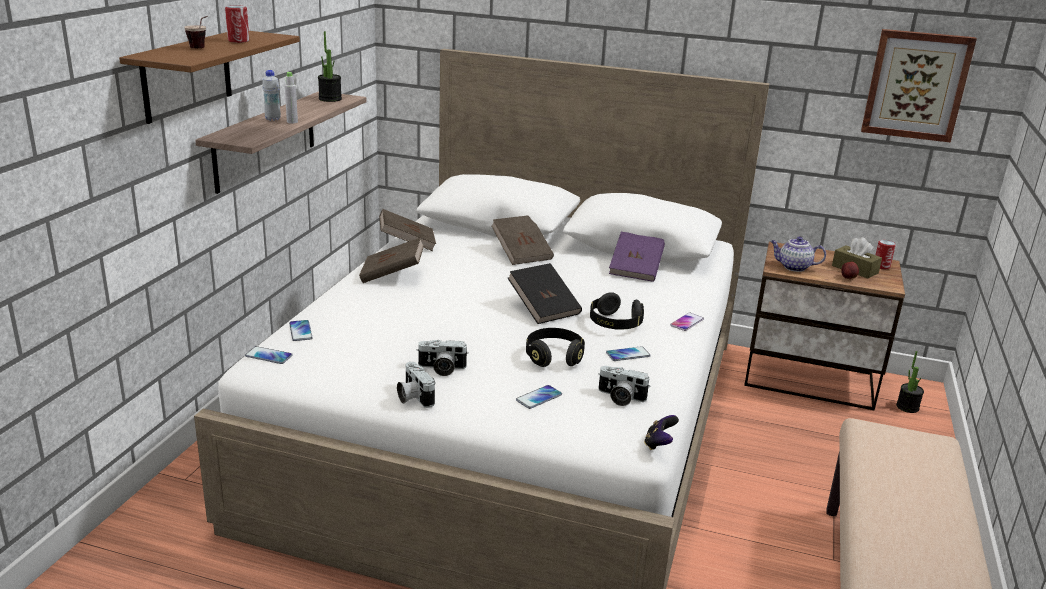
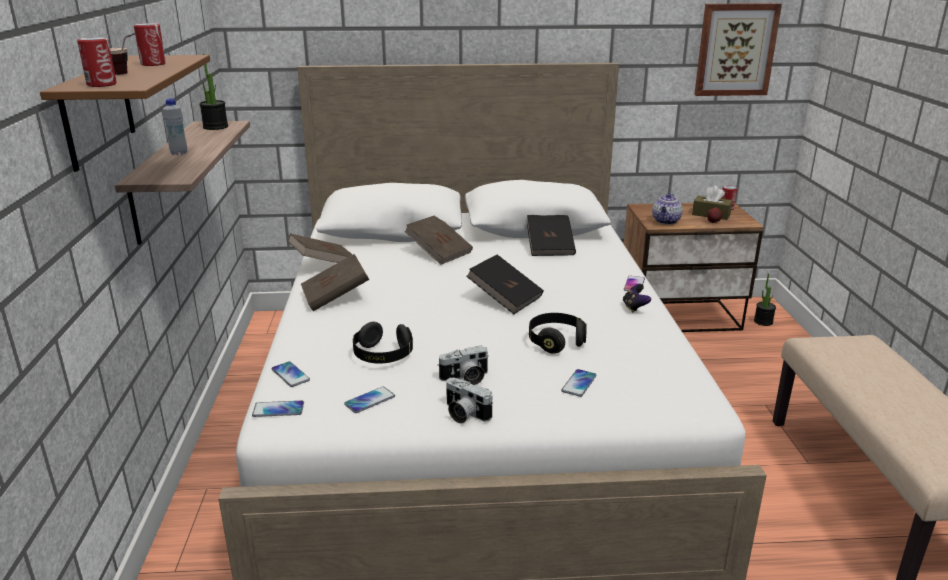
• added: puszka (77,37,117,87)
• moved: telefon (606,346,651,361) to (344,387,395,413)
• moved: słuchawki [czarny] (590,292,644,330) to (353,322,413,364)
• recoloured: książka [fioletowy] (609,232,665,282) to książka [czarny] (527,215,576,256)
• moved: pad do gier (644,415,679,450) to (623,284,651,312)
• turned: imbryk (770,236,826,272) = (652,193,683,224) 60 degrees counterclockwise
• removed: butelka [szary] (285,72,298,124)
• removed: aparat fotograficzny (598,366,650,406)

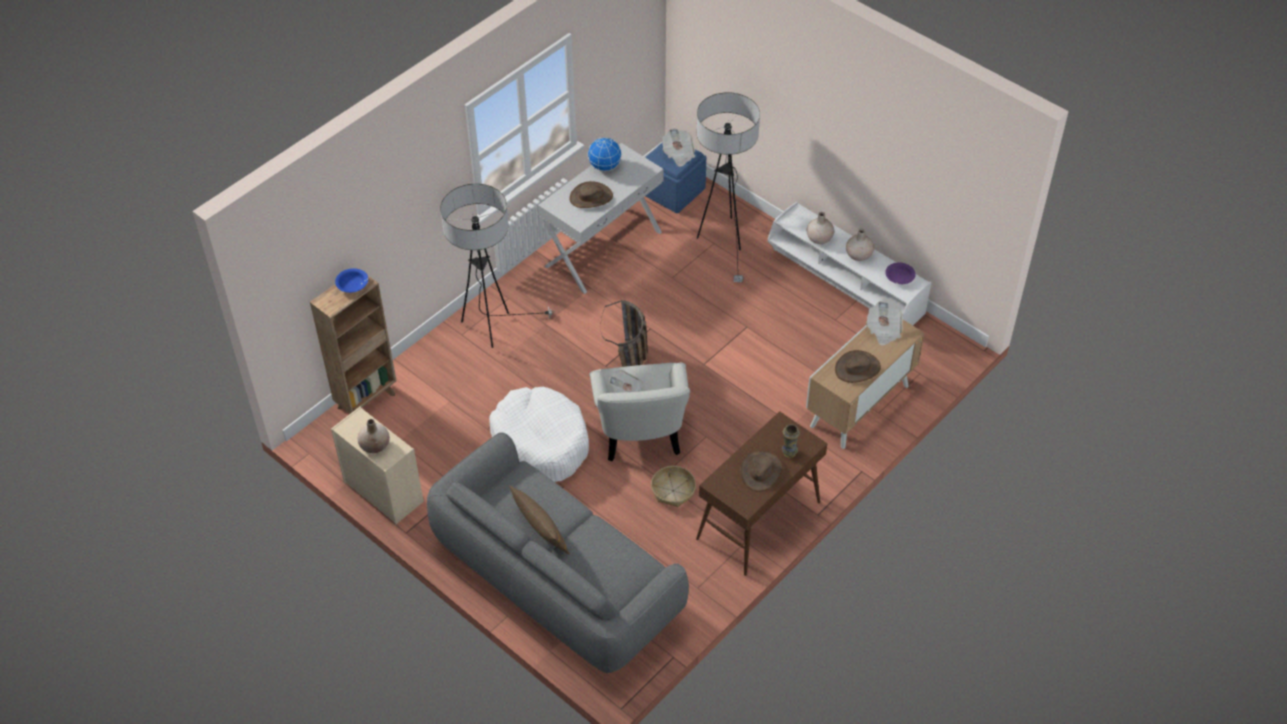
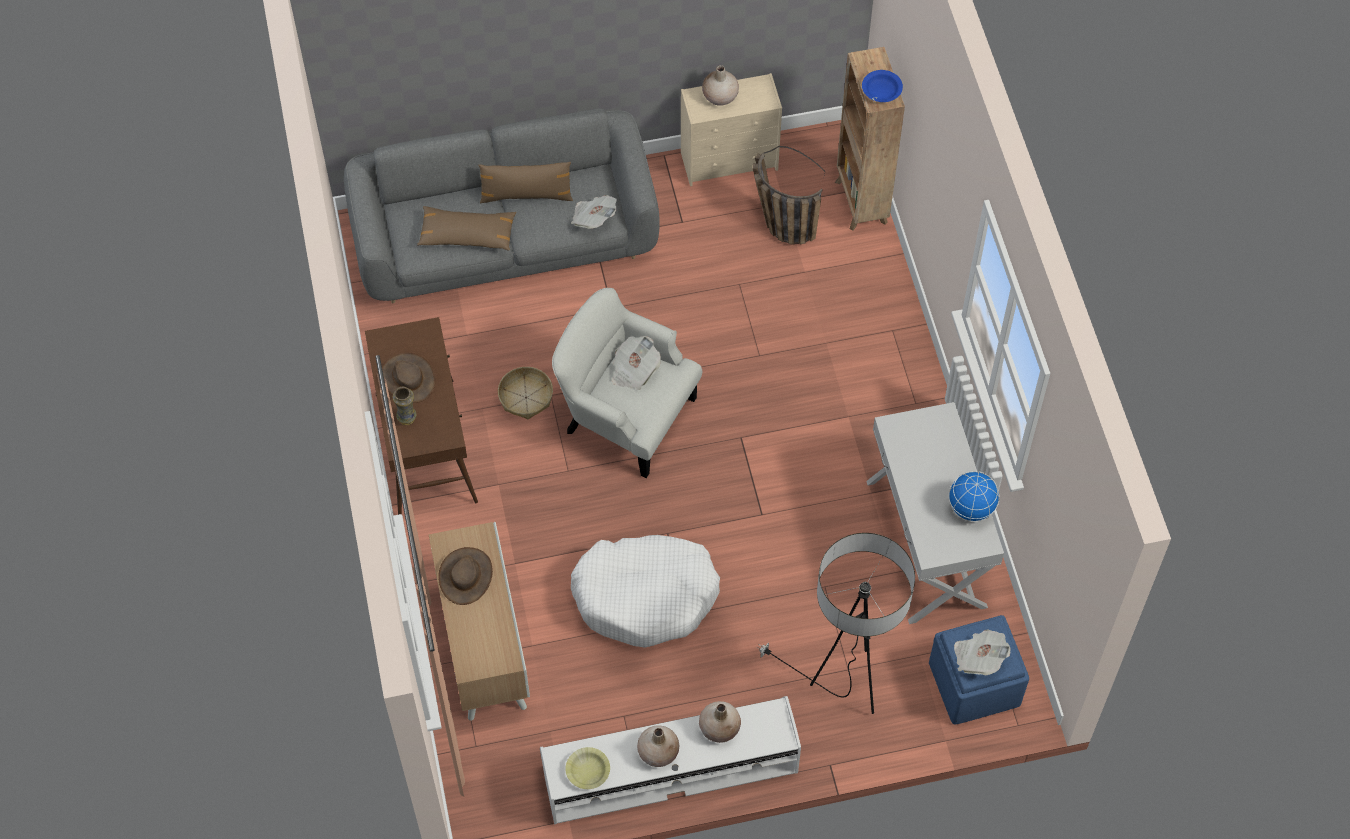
• added: poduszka [brązowy] (417,206,516,251)
• recoloured: miska [fioletowy] (885,262,916,284) to miska [żółty] (565,747,610,789)
• moved: gazeta (866,301,903,346) to (571,195,617,229)
• moved: legowisko [biały] (489,387,589,482) to (571,535,720,648)
• moved: koszyk (600,300,648,367) to (753,146,825,245)
• removed: lampa stojąca (440,184,553,348)
• removed: kapelusz [brązowy] (569,181,613,208)

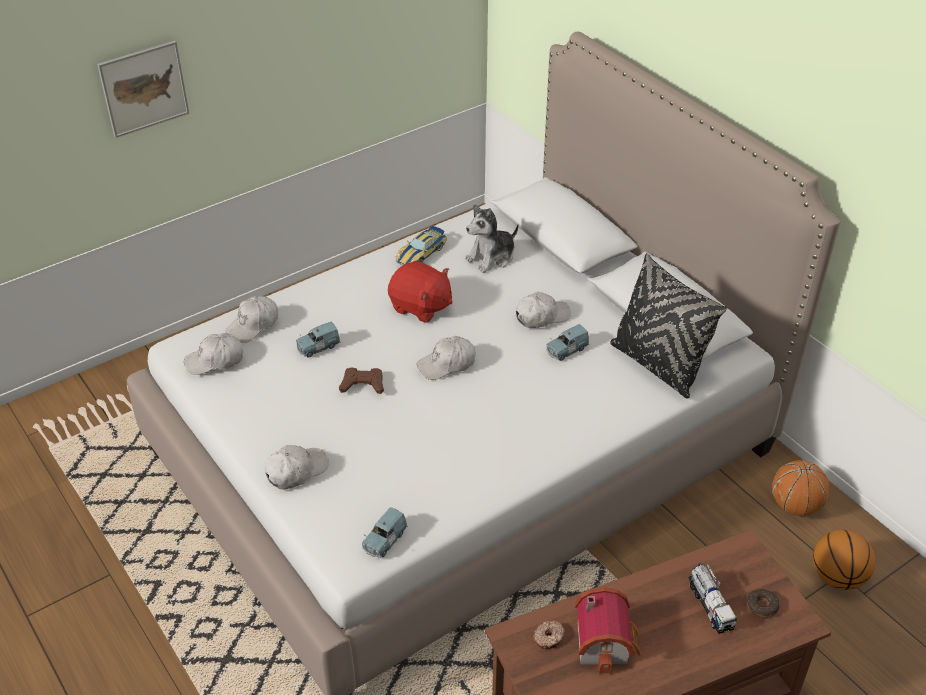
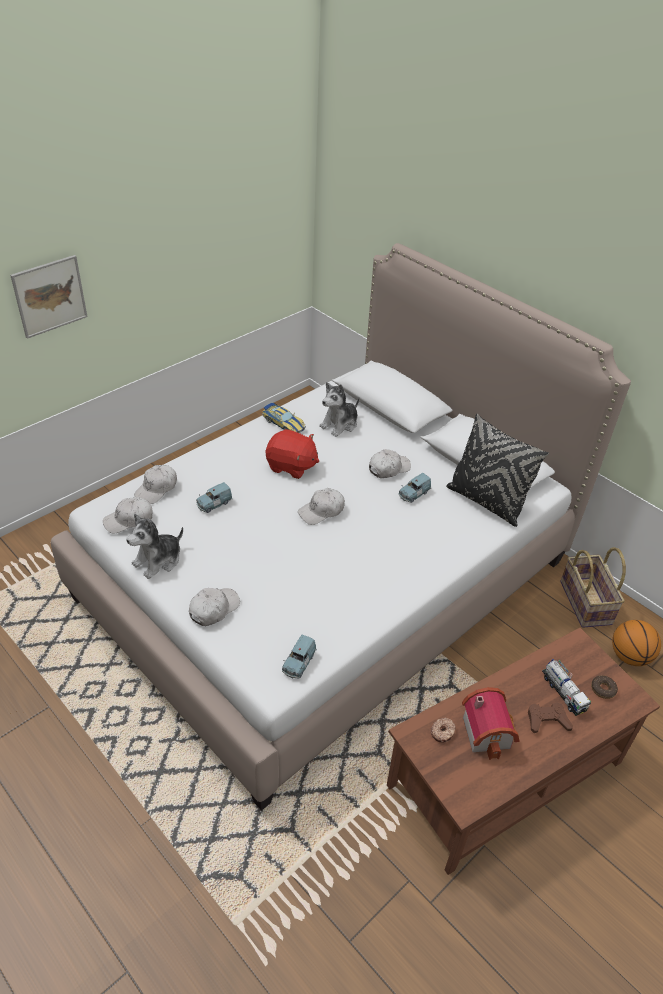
• added: pluszak (126,514,183,579)
• turned: samochodzik (395,226,447,265) = (262,403,306,433) 75 degrees counterclockwise
• moved: pad do gier [brązowy] (339,367,384,394) to (528,702,573,733)
• replaced: piłka do koszykówki (772,460,829,516) to koszyk (560,547,626,628)

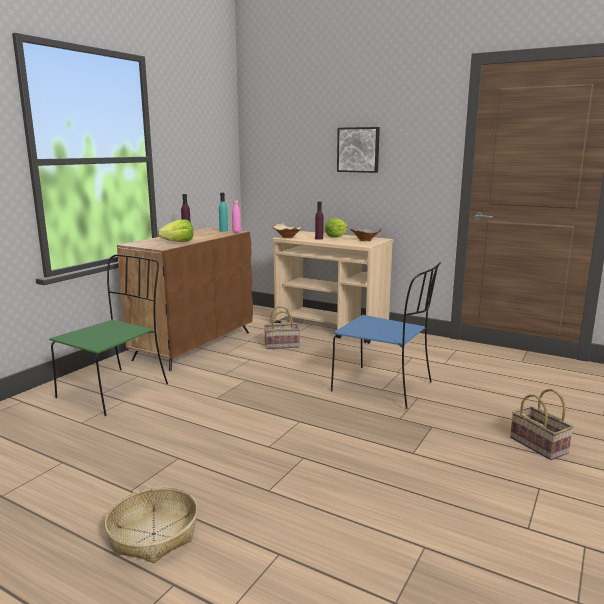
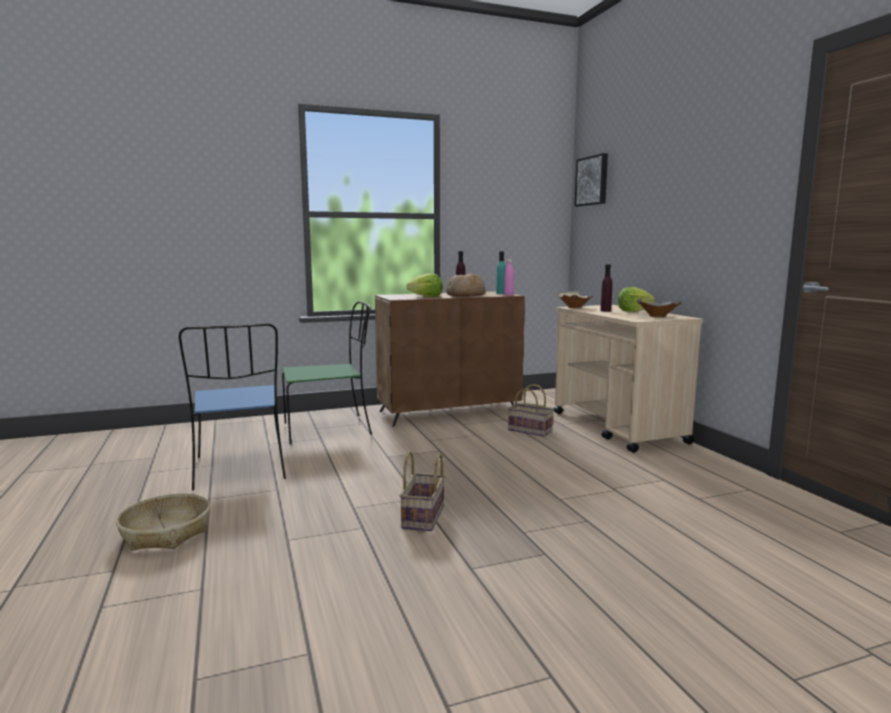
• moved: krzesło [niebieski] (331,262,441,409) to (179,324,286,490)
• moved: koszyk (510,389,574,460) to (400,451,445,531)
• added: chleb (446,274,486,297)
• moved: obraz (337,127,380,173) to (575,153,608,206)

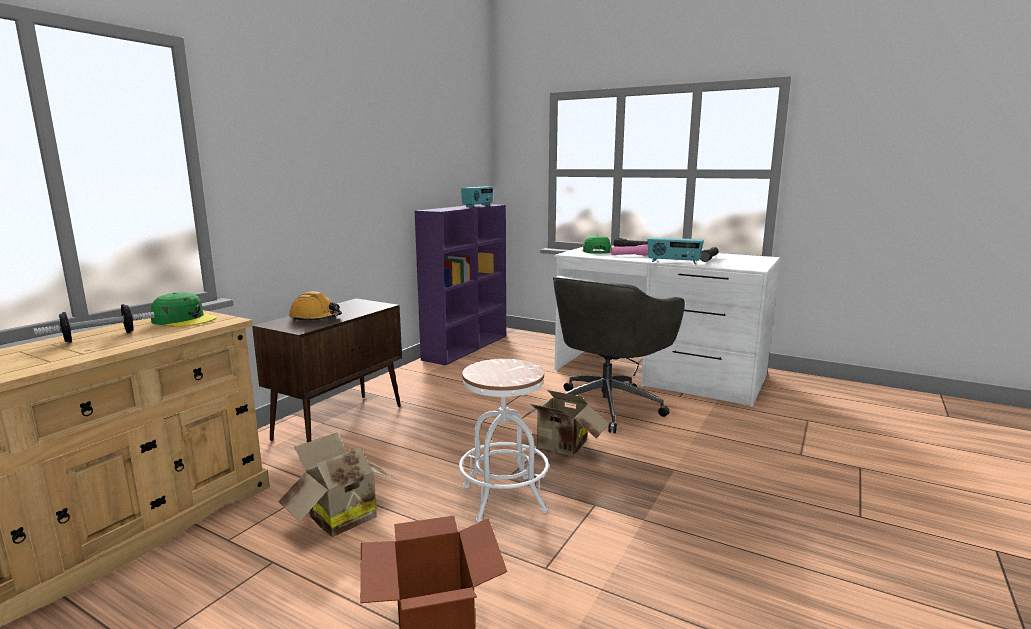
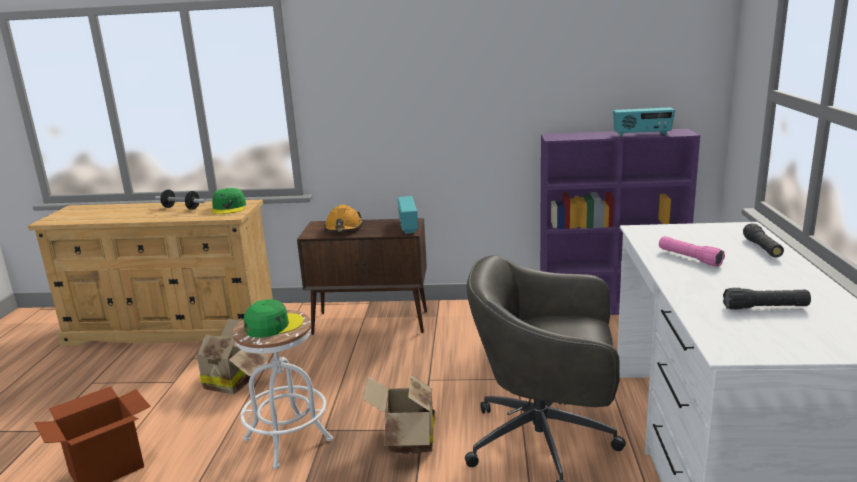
• moved: czapka z daszkiem [zielony] (582,235,611,253) to (243,299,304,338)
• moved: radio (647,237,704,264) to (398,196,418,234)

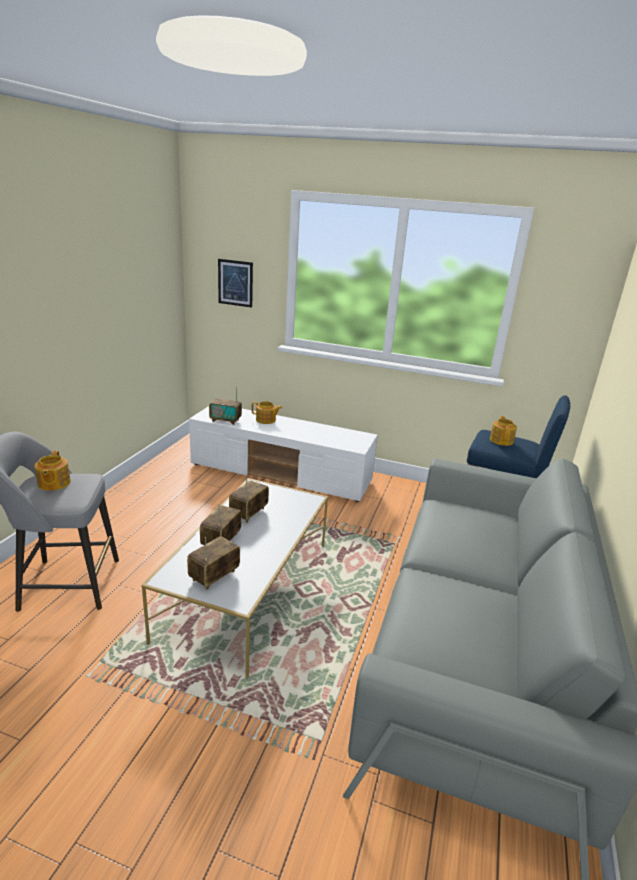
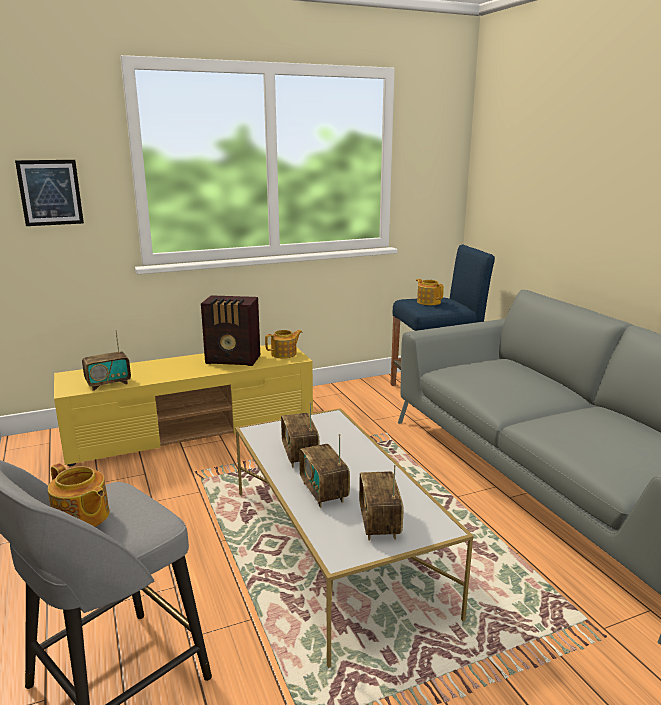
• recoloured: szafka pod telewizor [biały] (189,406,378,502) to szafka pod telewizor [żółty] (54,345,313,466)
• added: radio (201,295,260,366)
• moved: imbryk (252,401,282,424) to (265,330,302,358)

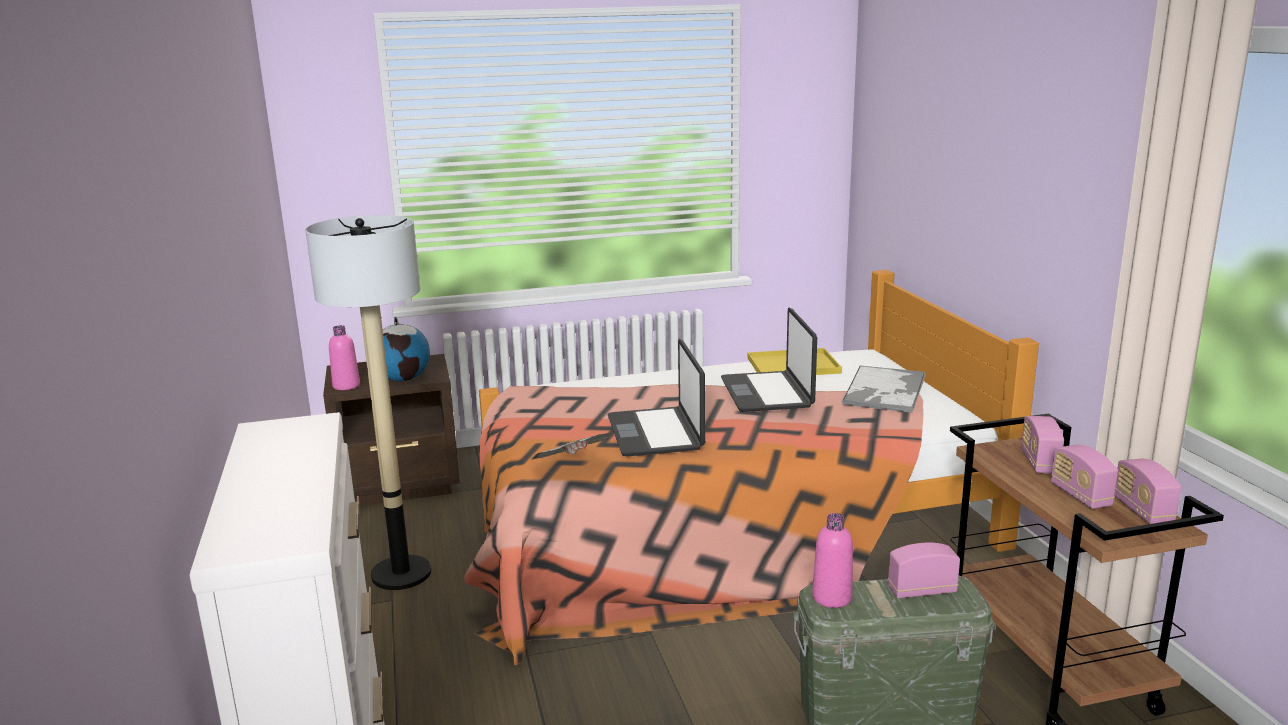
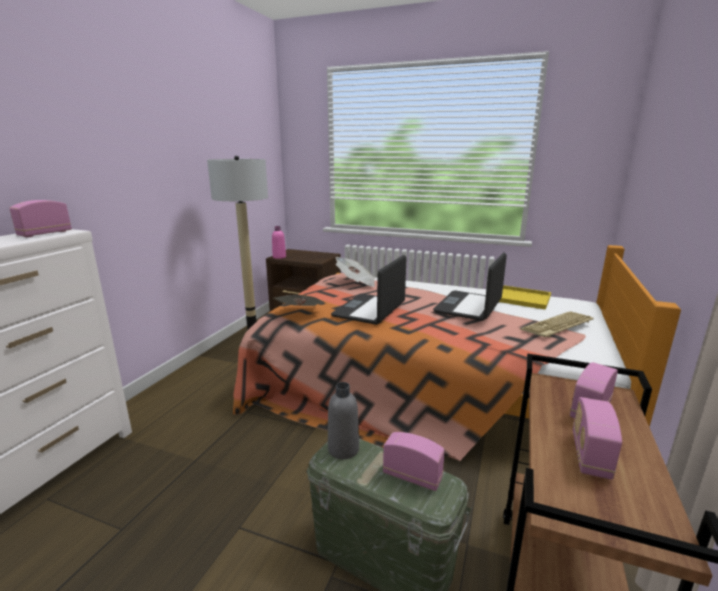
• moved: radio (1114,459,1181,524) to (9,200,72,237)
• recoloured: butelka [różowy] (812,513,853,608) to butelka [szary] (328,382,359,459)
• added: gazeta (336,257,376,287)
• replaced: taca (841,365,926,413) to klawiatura (520,311,594,338)
• removed: globus (383,316,430,381)

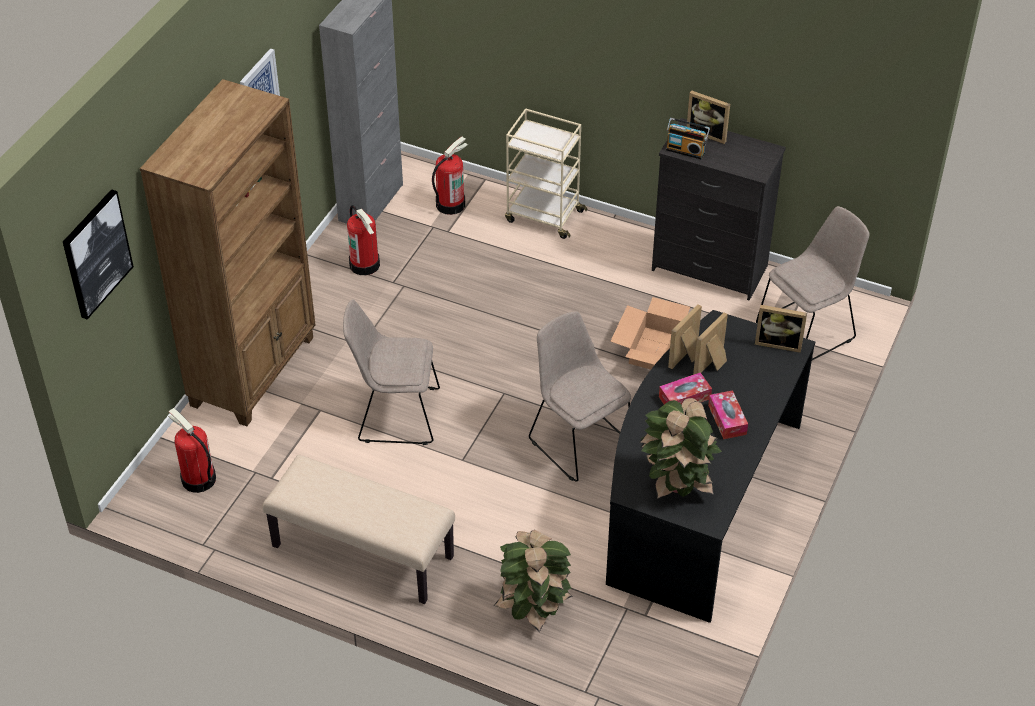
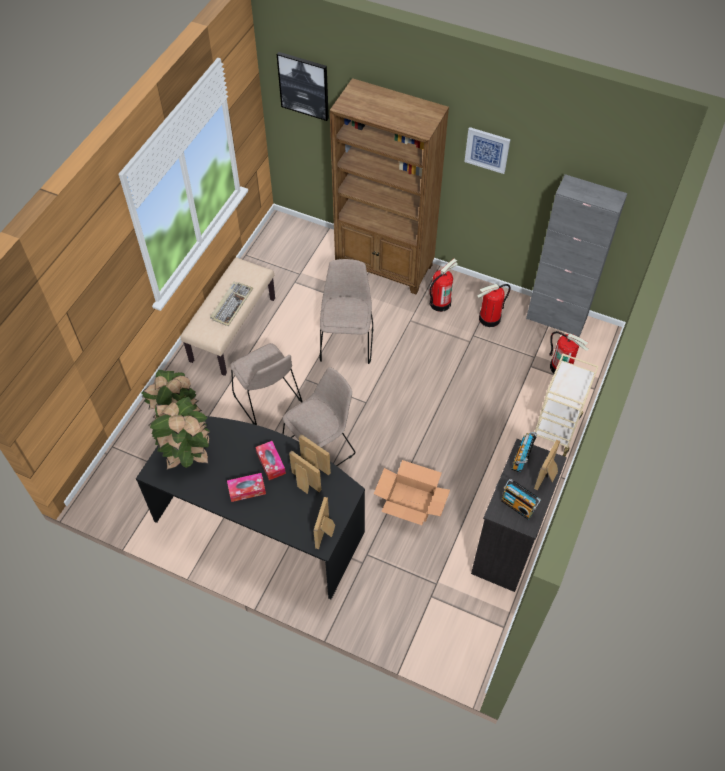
• added: klawiatura (210,282,253,326)
• moved: krzesło [beżowy] (756,206,869,360) to (230,343,303,425)
• moved: gaśnica (168,408,216,493) to (429,259,458,312)
• added: radio (501,479,541,520)

